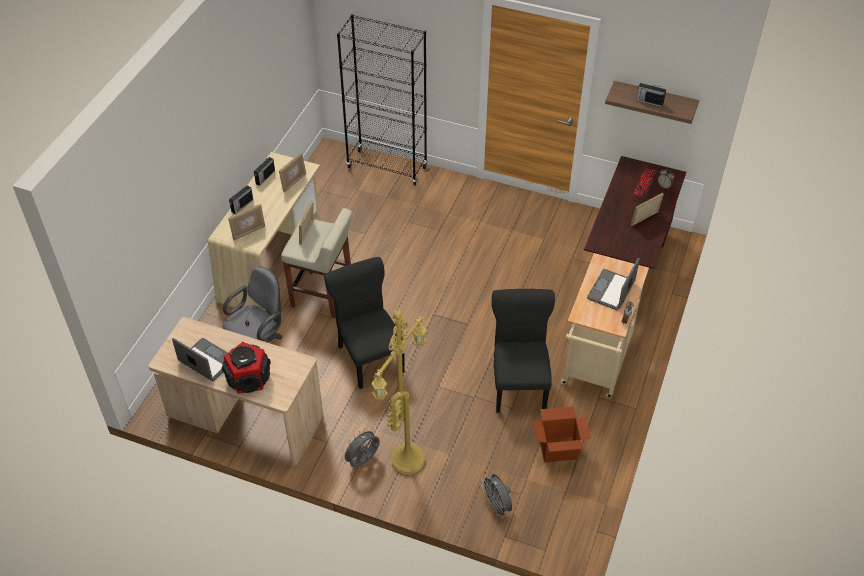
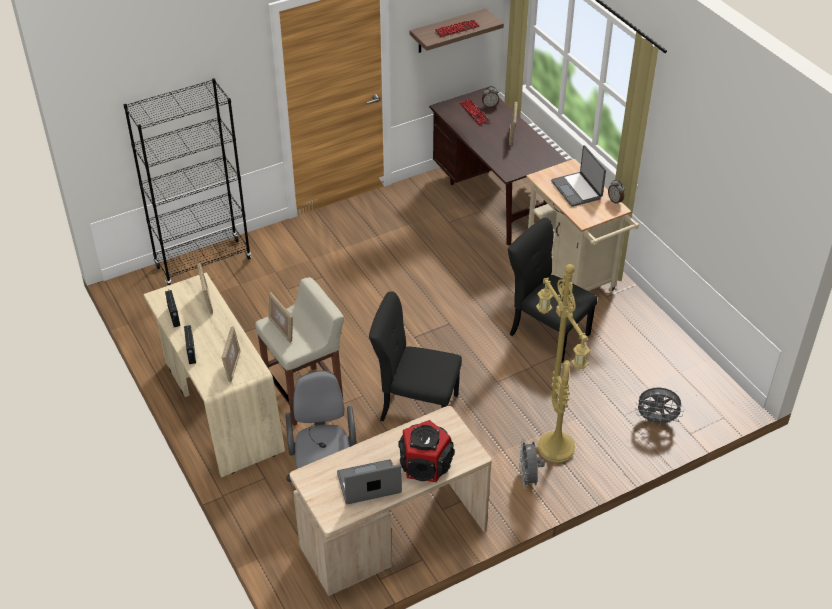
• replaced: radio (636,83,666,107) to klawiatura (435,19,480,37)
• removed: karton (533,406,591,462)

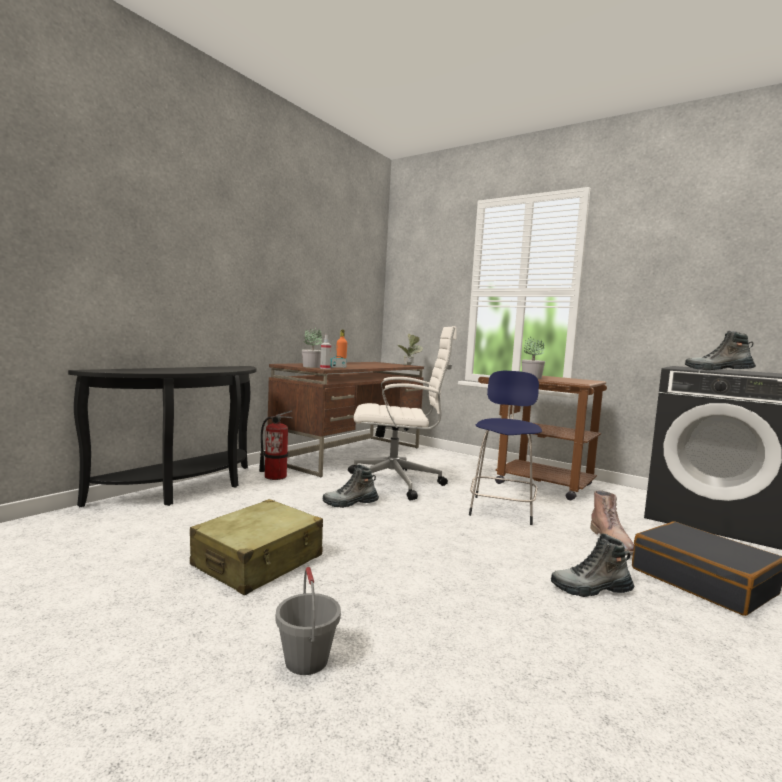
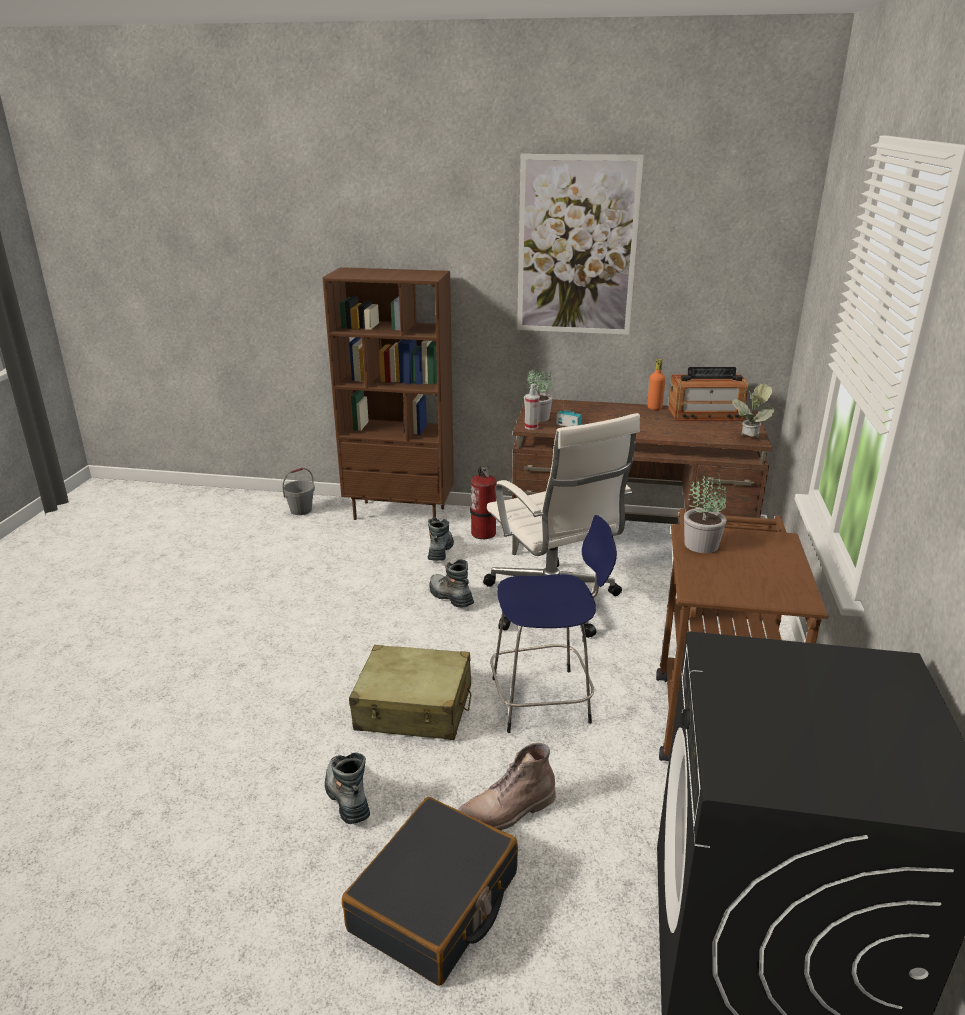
• moved: wiadro [szary] (275,567,341,675) to (282,468,315,515)
• replaced: stolik konsolowy [czarny] (68,366,257,507) to regał [brązowy] (322,267,454,520)
• moved: walizka [beżowy] (190,499,323,595) to (349,645,471,740)
• moved: but z cholewką (685,331,756,371) to (428,518,454,561)
• added: obraz (517,154,644,335)
• added: radio (668,367,748,421)

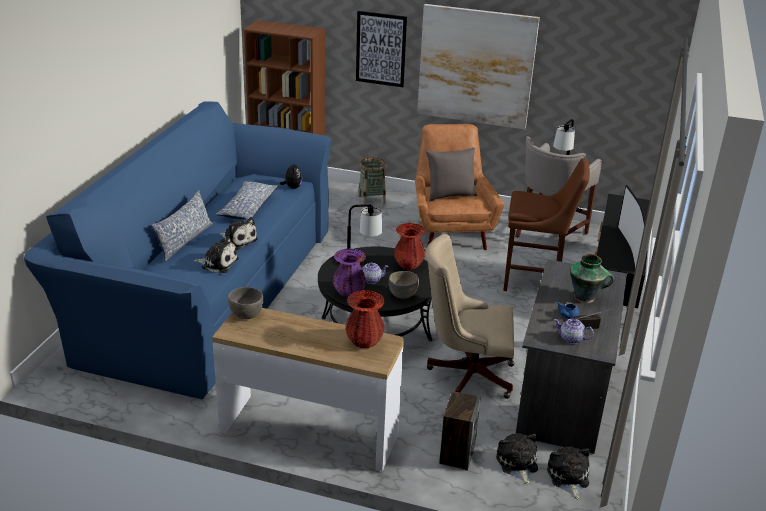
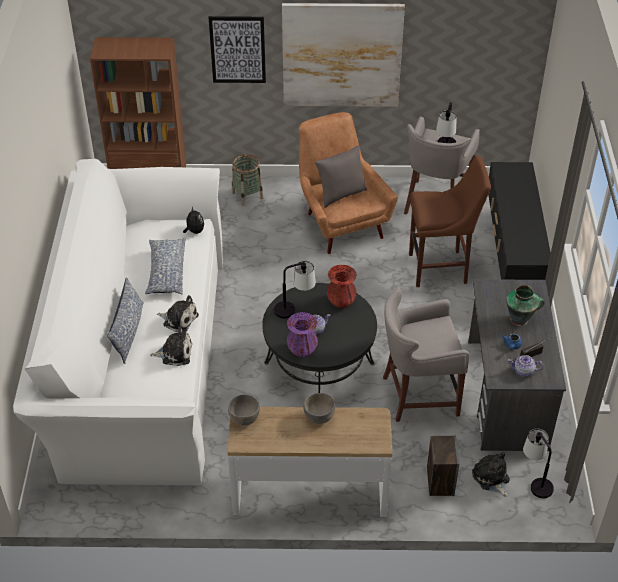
• recoloured: kanapa [niebieski] (24,101,332,399) to kanapa [biały] (13,159,223,485)
• moved: miska [szary] (388,271,419,299) to (304,393,335,424)
• replaced: krzesło biurowe [beżowy] (425,234,515,399) to stołek [szary] (383,288,469,422)
• replaced: pluszak (547,446,590,500) to lampa stołowa (523,428,554,498)
• removed: wazon [czerwony] (345,290,385,348)
• removed: telewizor (618,185,645,268)

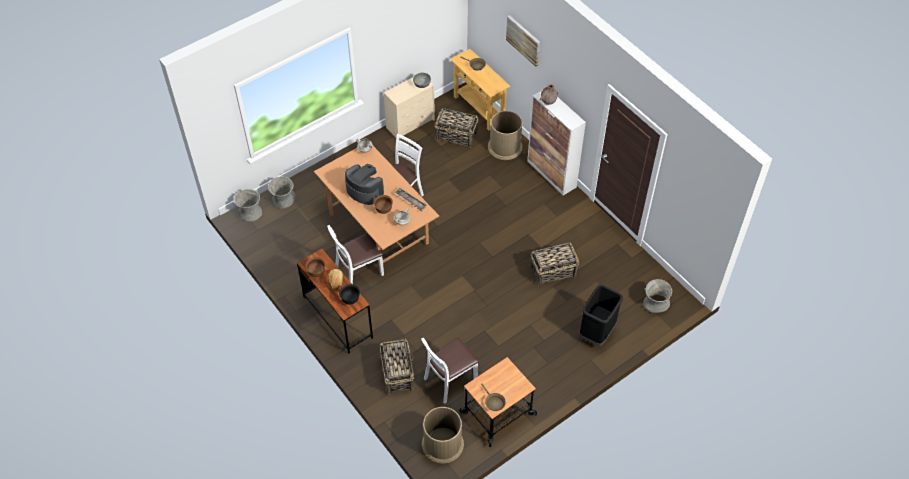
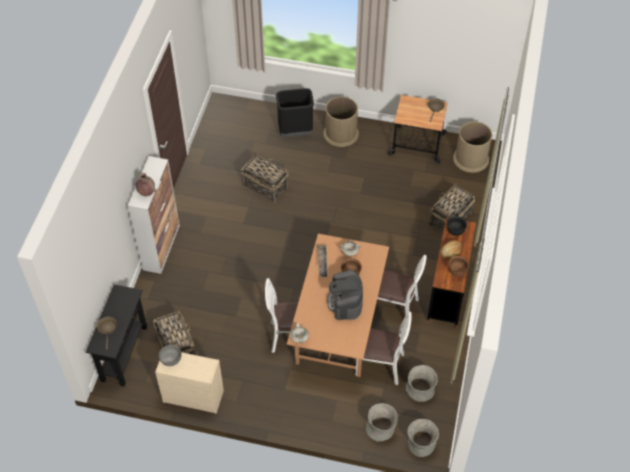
• recoloured: stolik konsolowy [beżowy] (450,49,510,130) to stolik konsolowy [czarny] (86,284,147,387)
• moved: kosz na śmieci [brązowy] (488,111,523,160) to (323,97,359,147)
• moved: krzesło [biały] (421,338,479,404) to (355,312,412,385)
• moved: wazon [szary] (643,279,672,313) to (406,365,438,402)
• removed: obraz (506,15,540,67)

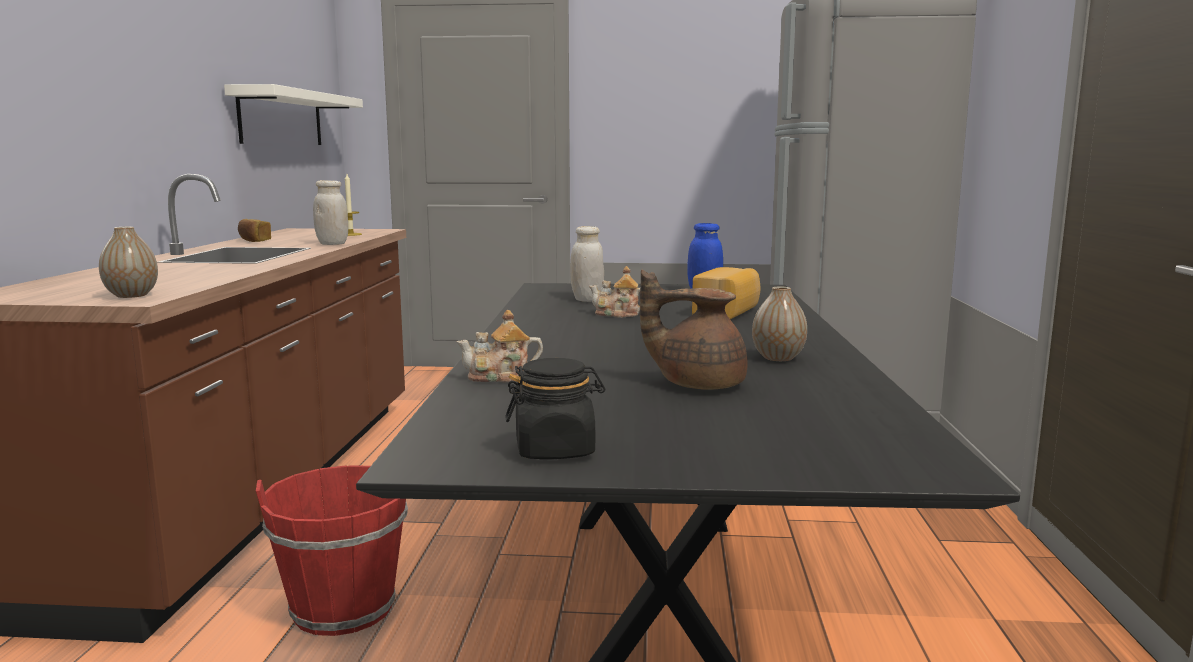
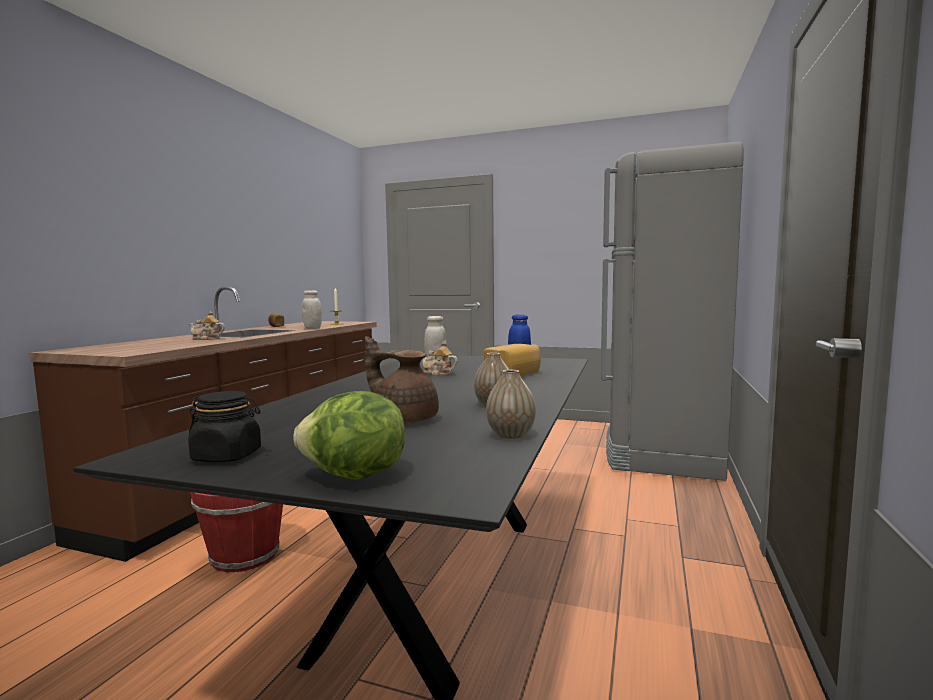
• moved: imbryk (456,310,543,382) to (189,311,225,340)
• added: sałata (294,391,405,480)
• moved: wazon (99,227,158,298) to (486,370,536,439)
• removed: półka [biały] (224,84,363,145)

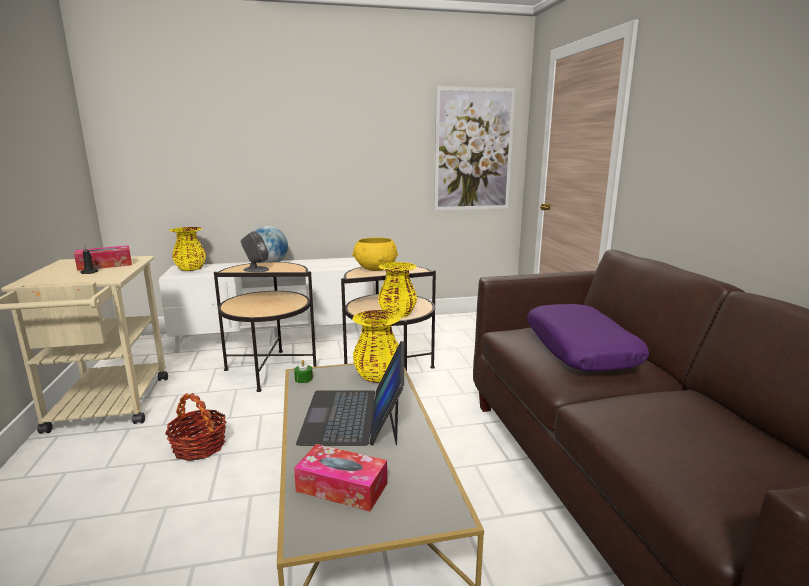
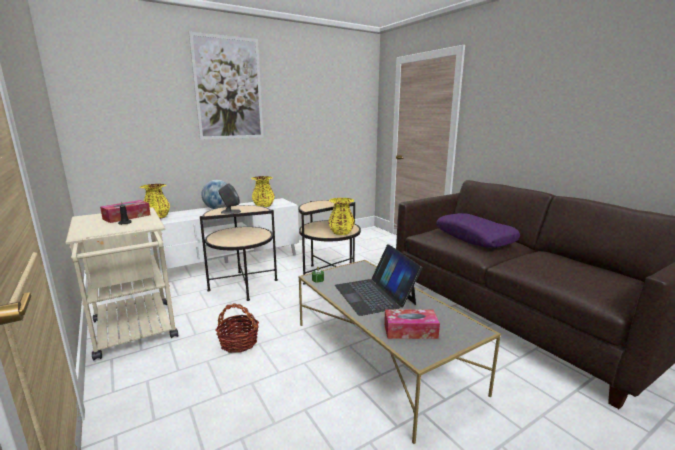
• moved: obraz (434,86,516,210) to (189,32,263,140)
• moved: wazon [żółty] (352,310,401,383) to (251,176,275,207)
• removed: miska [żółty] (352,238,398,271)

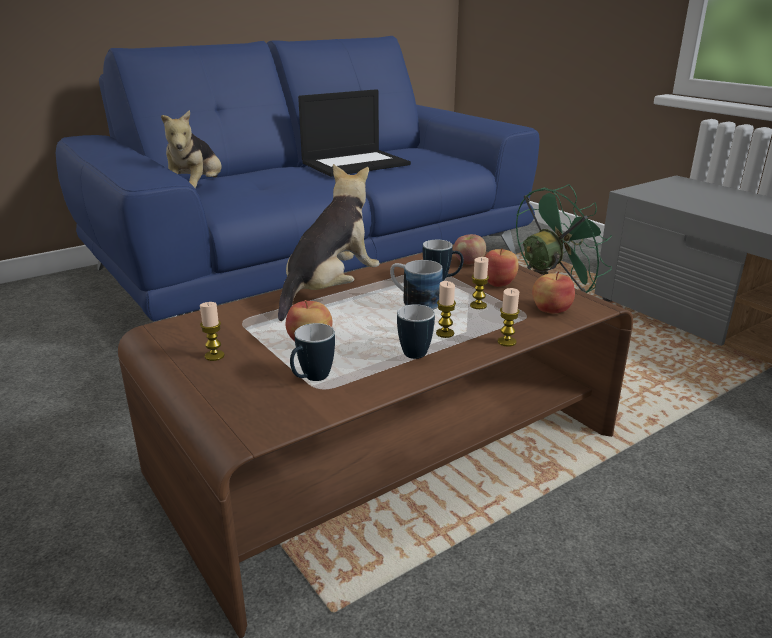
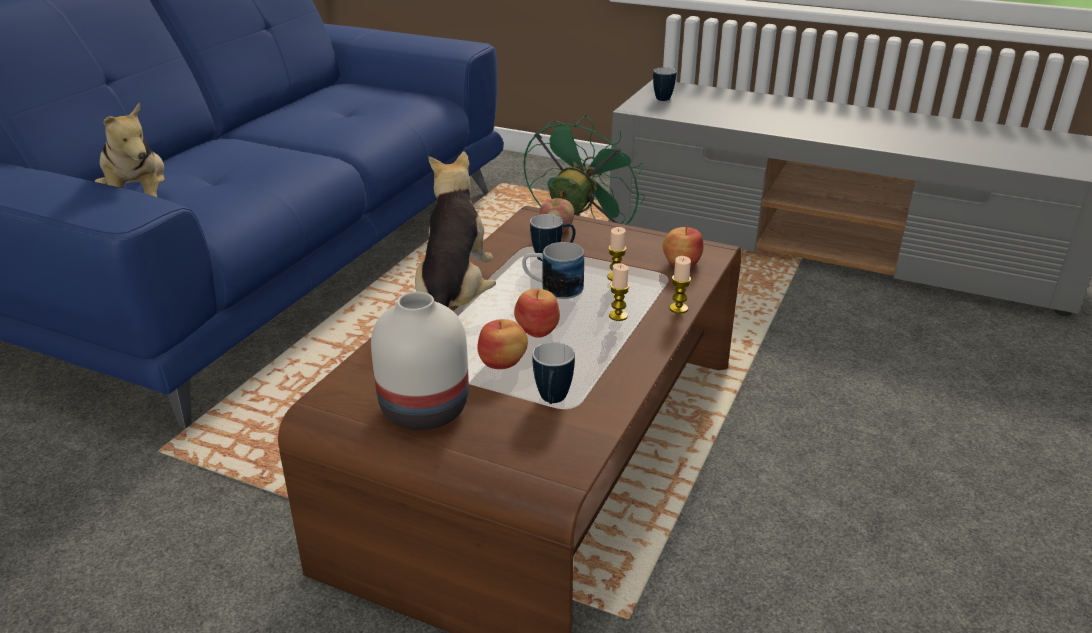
• replaced: świeca (200,302,225,361) to wazon [biały] (371,292,469,430)
• moved: jabłko (485,248,519,287) to (514,289,560,338)
• moved: kubek (397,304,435,359) to (653,67,677,101)
• removed: laptop (298,89,411,177)

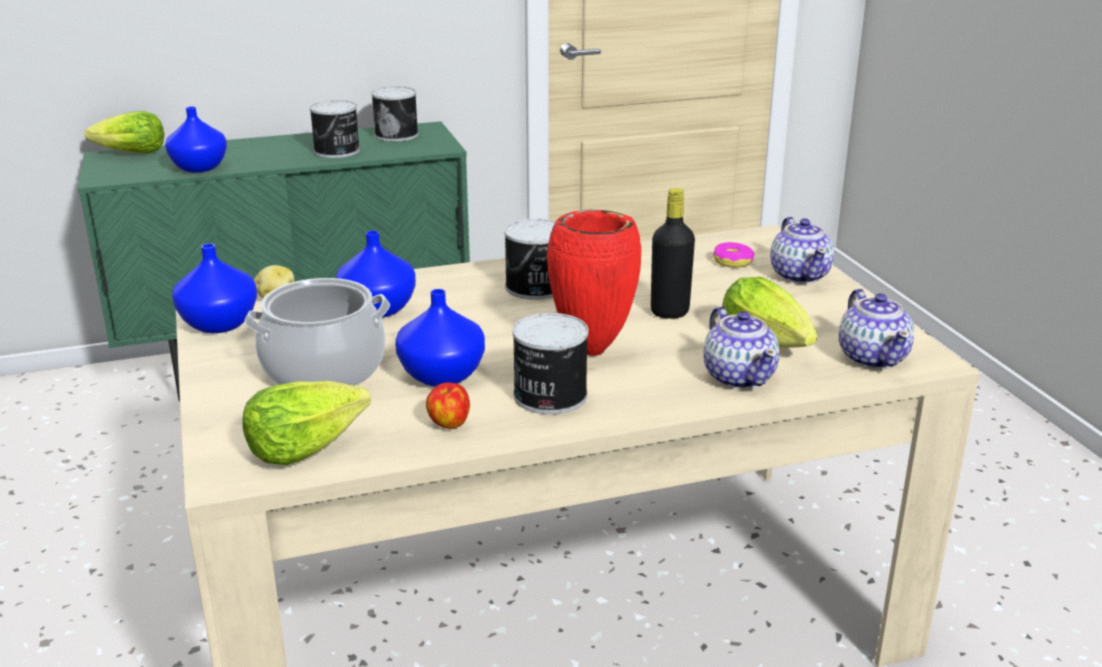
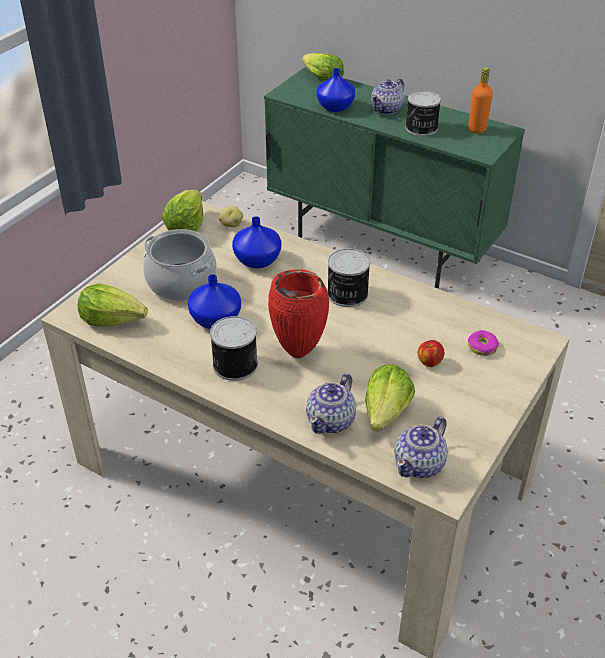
• replaced: wazon [niebieski] (172,243,257,333) to sałata (162,190,203,232)
• moved: imbryk (770,217,834,284) to (371,79,404,115)
• moved: jabłko (426,383,470,429) to (418,340,444,367)
• replaced: puszka (371,86,418,142) to butelka [pomarańczowy] (468,67,493,134)
• removed: butelka [czarny] (651,188,695,319)

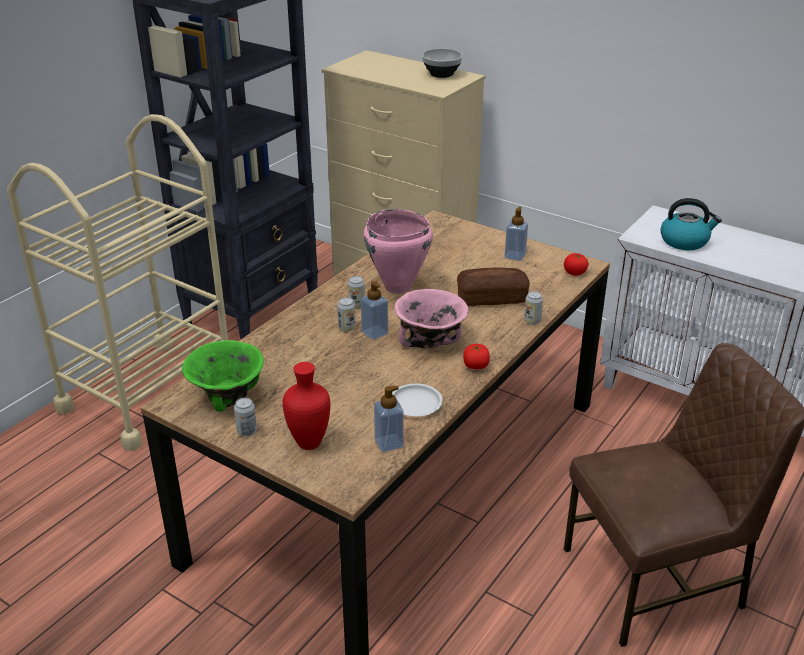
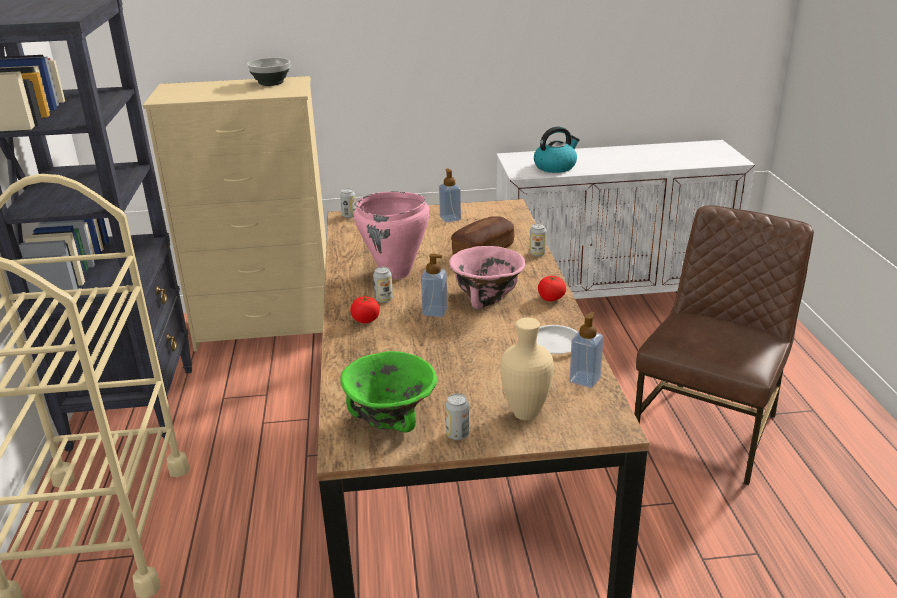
• moved: puszka (337,297,356,332) to (340,188,356,218)
• moved: pomidor (564,253,589,276) to (350,296,380,323)
• recoloured: wazon [czerwony] (283,362,330,450) to wazon [beżowy] (500,318,554,420)

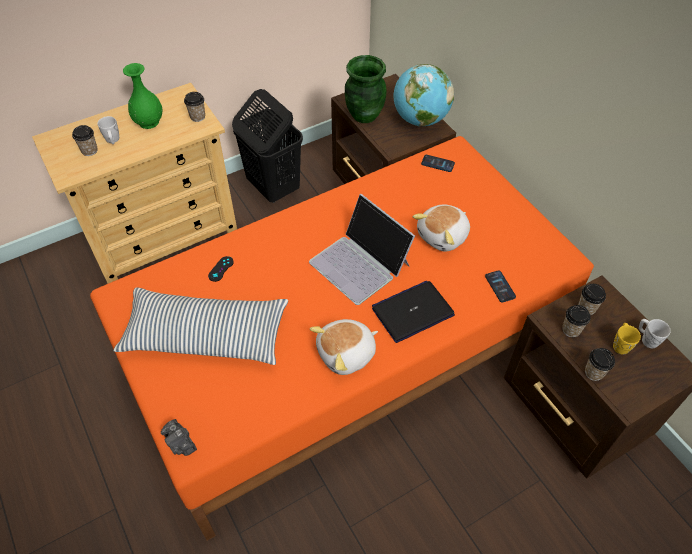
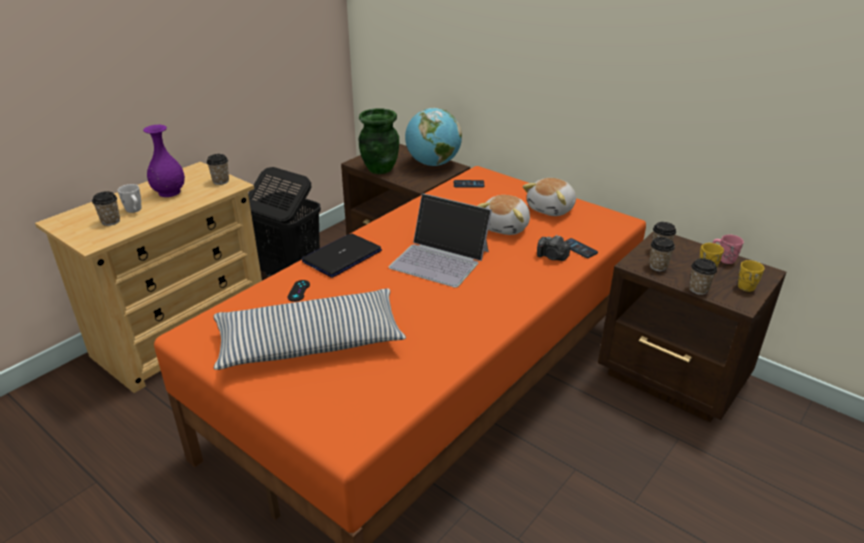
• recoloured: wazon [zielony] (123,63,162,129) to wazon [fioletowy] (143,125,185,197)
• moved: laptop (372,281,455,343) to (301,233,382,278)
• moved: pluszak (310,319,378,375) to (523,178,576,216)
• moved: aparat fotograficzny (161,419,197,456) to (537,235,570,261)
• recoloured: kubek [biały] (639,319,671,348) to kubek [różowy] (713,235,744,264)
• added: kubek [żółty] (738,260,764,292)

